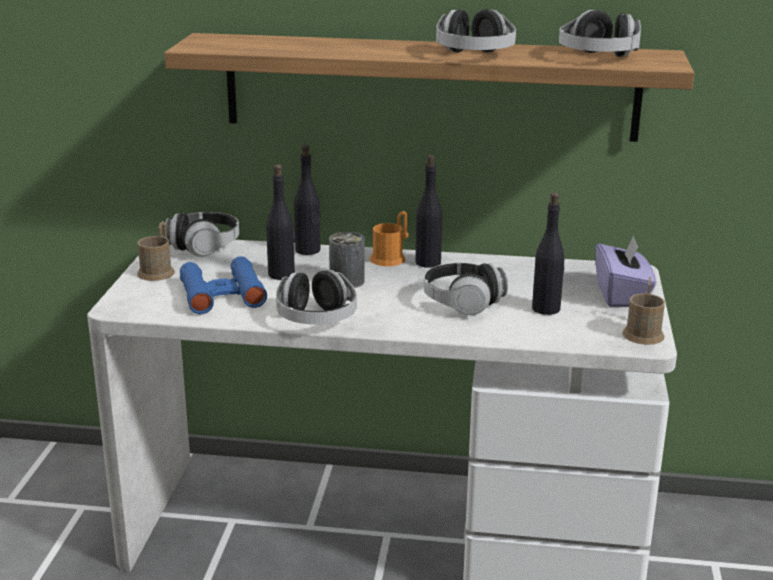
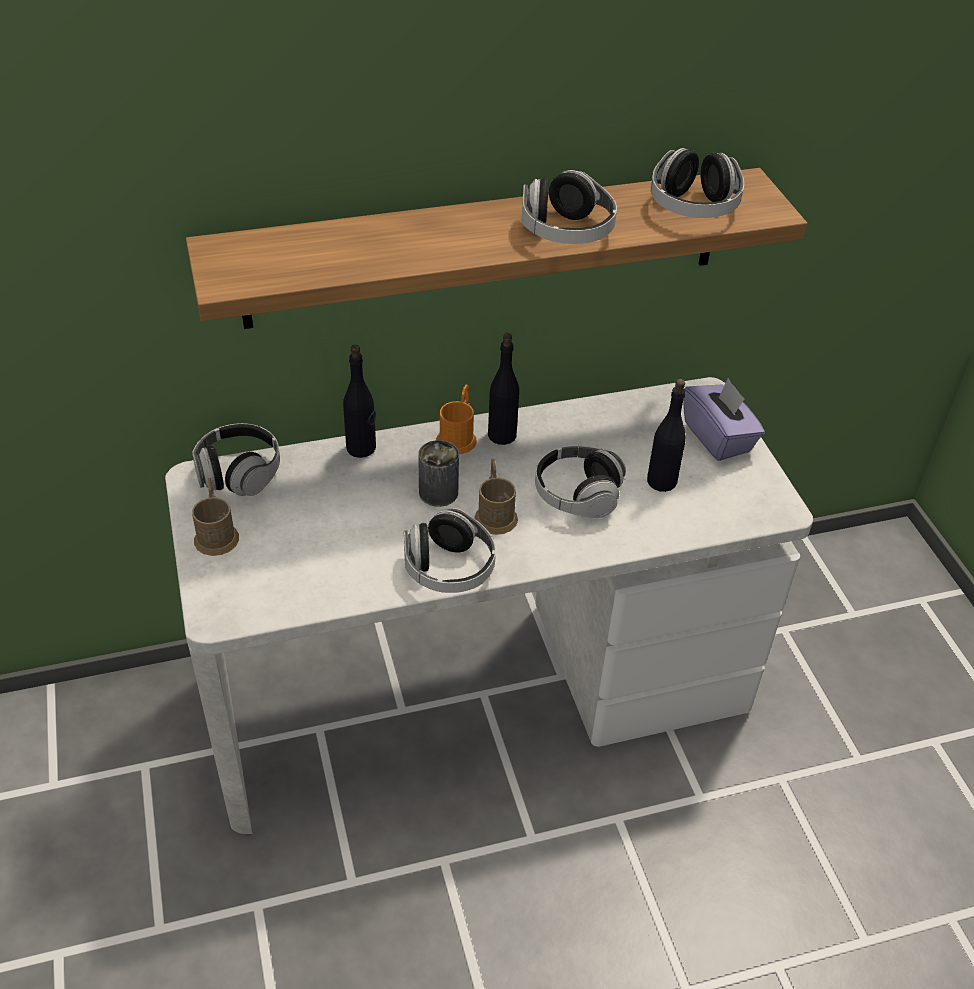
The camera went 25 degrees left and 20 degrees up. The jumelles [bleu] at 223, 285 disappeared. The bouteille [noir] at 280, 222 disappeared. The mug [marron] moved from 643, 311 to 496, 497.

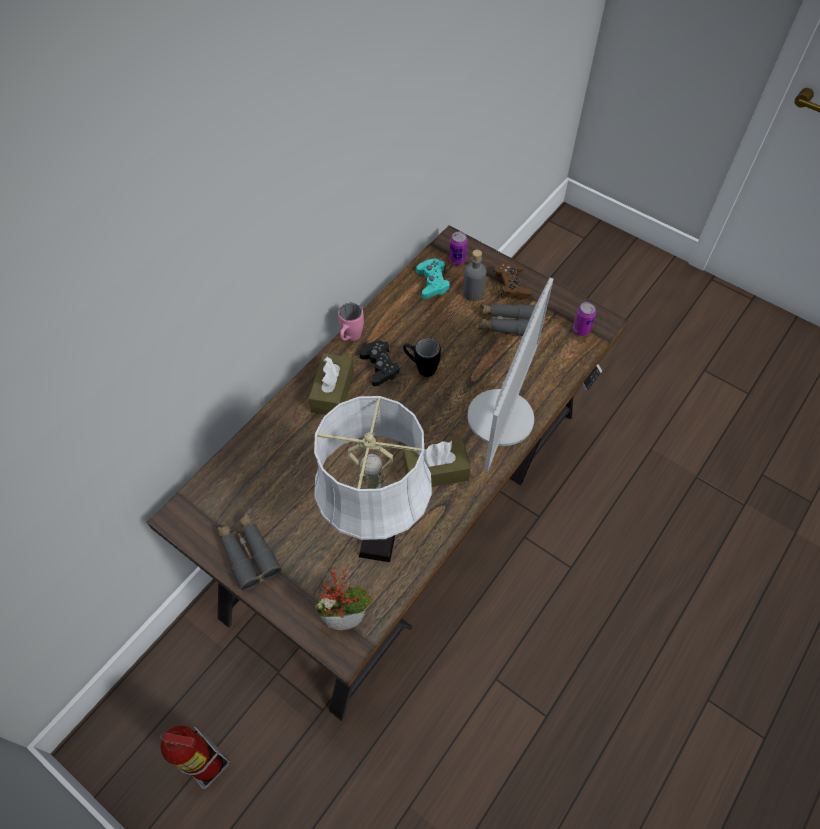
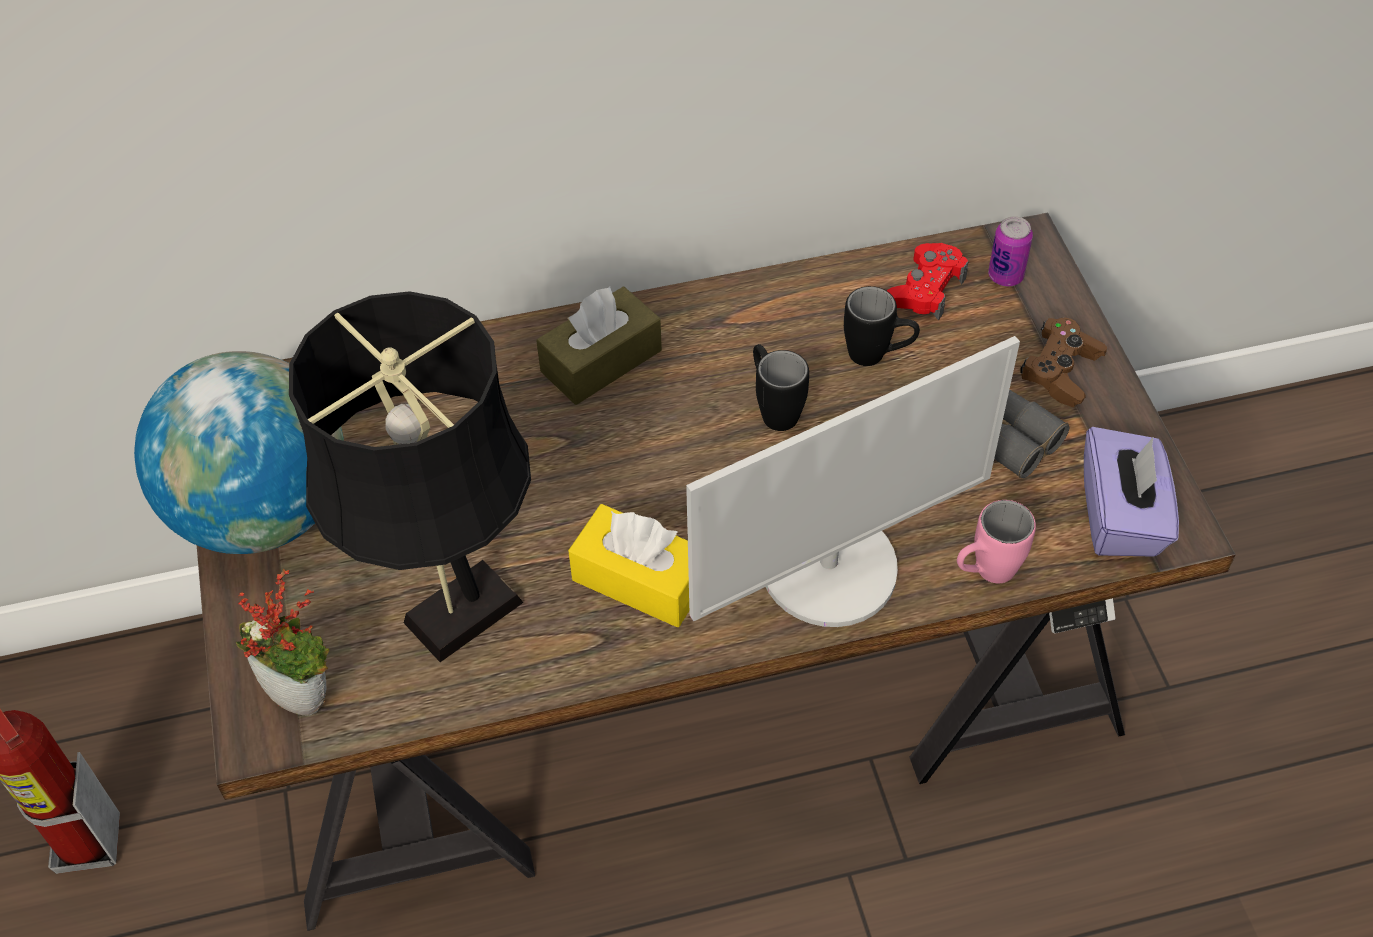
The camera went 40 degrees right and 5 degrees down. The manette [noir] at 380, 363 disappeared. The bouteille [gris] at 475, 275 disappeared. The mug [noir] at 882, 326 appeared. The mug [rose] moved from 351, 322 to 996, 541. The jumelles [gris] at 249, 552 was replaced by the globe at 239, 452. The boîte métallique at 584, 319 was replaced by the boîte à mouchoirs [violet] at 1131, 492. The lampe de table [blanc] at 373, 479 became the lampe de table [noir] at 410, 476. The boîte à mouchoirs [marron] at 437, 463 became the boîte à mouchoirs [jaune] at 628, 565. The manette [turquoise] at 433, 279 became the manette [rouge] at 927, 282.

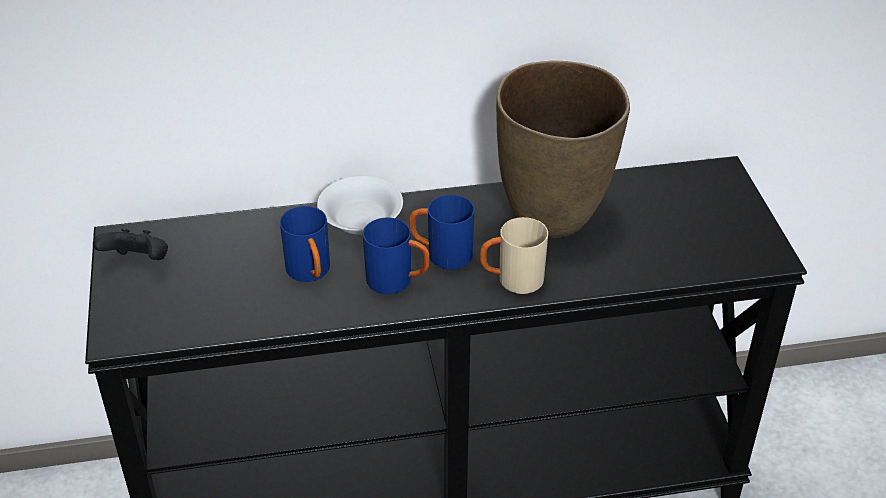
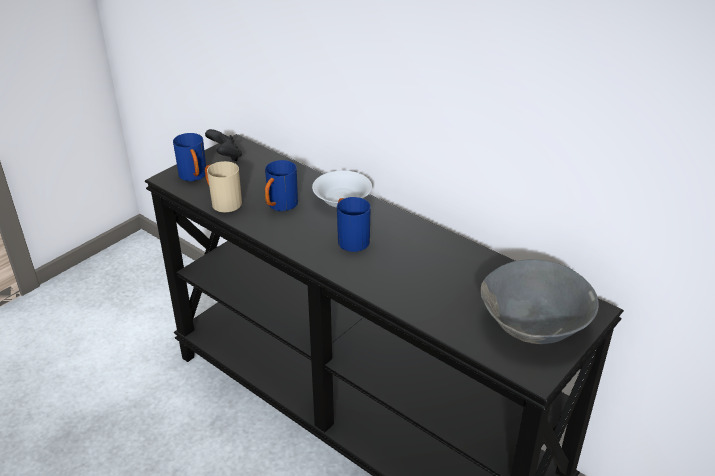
The camera went 50 degrees right and 5 degrees down. The vase [marron] at 563, 149 disappeared. The bol [gris] at 539, 301 appeared. The mug [bleu] moved from 396, 255 to 189, 157. The mug [beige] moved from 514, 255 to 223, 186.

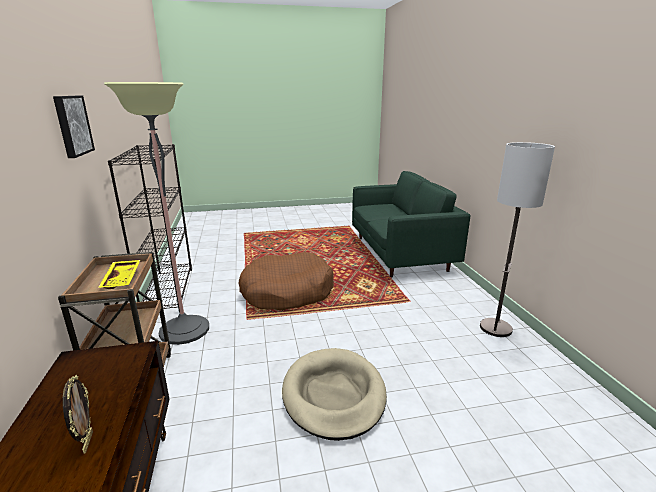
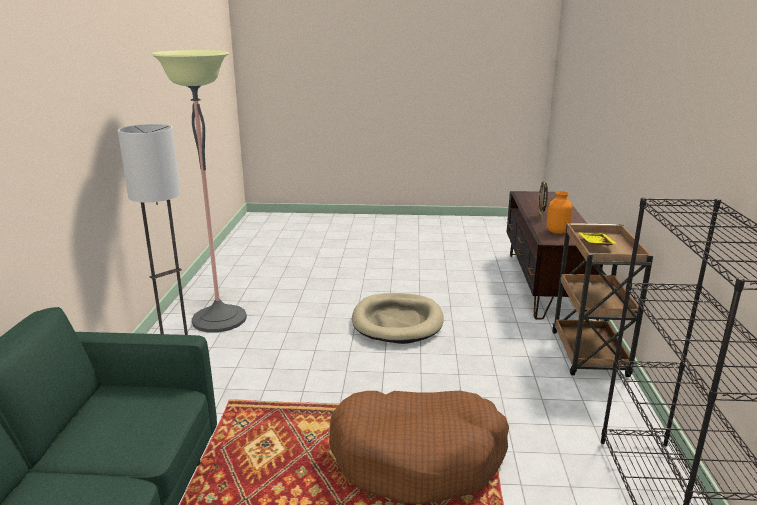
The camera went 165 degrees left and 0 degrees up. The tableau at 74, 127 disappeared. The vase [orange] at 560, 212 appeared. The lampadaire moved from 156, 213 to 199, 191.

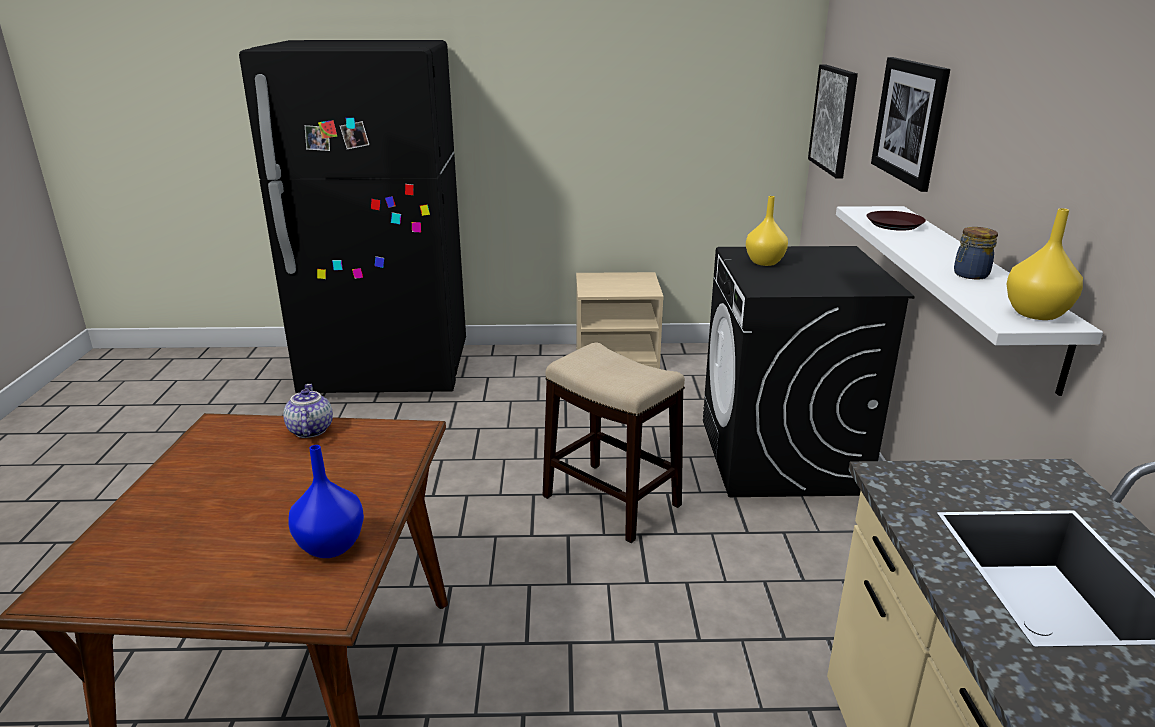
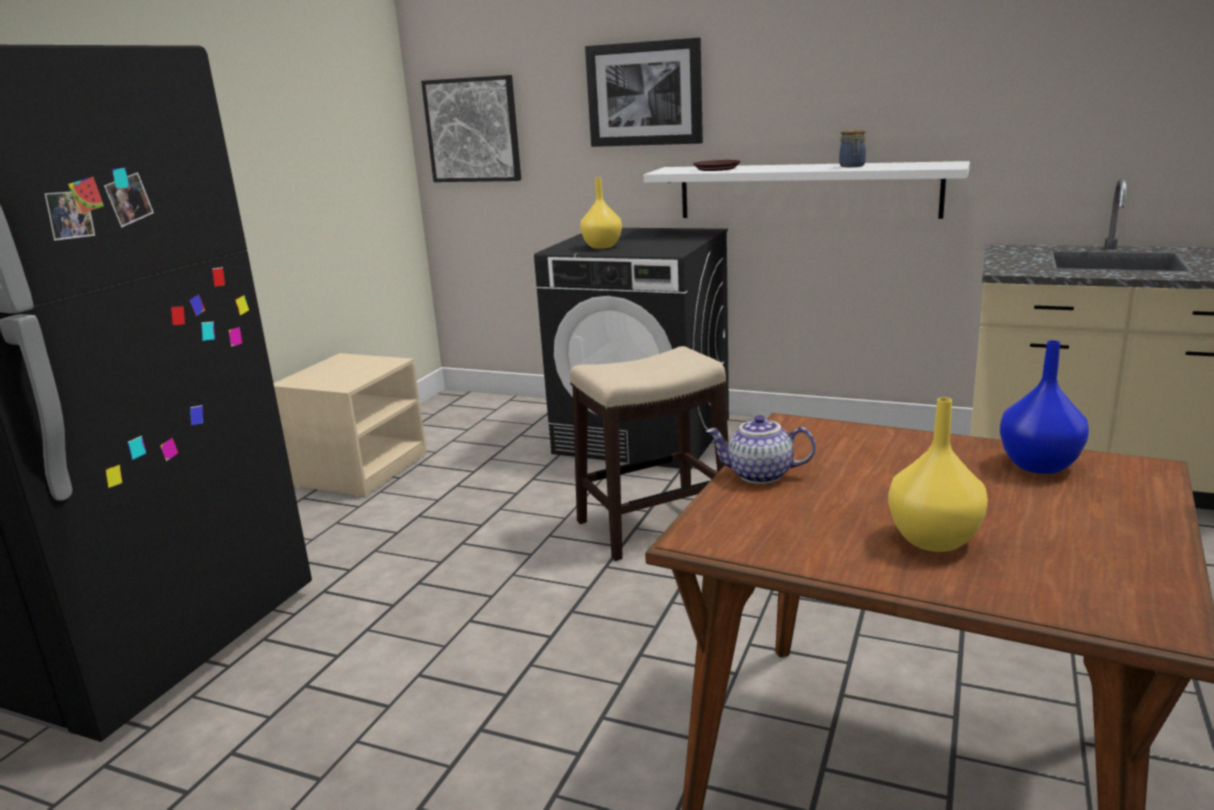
The camera went 65 degrees left and 5 degrees down. The vase [jaune] moved from 1045, 264 to 938, 474.

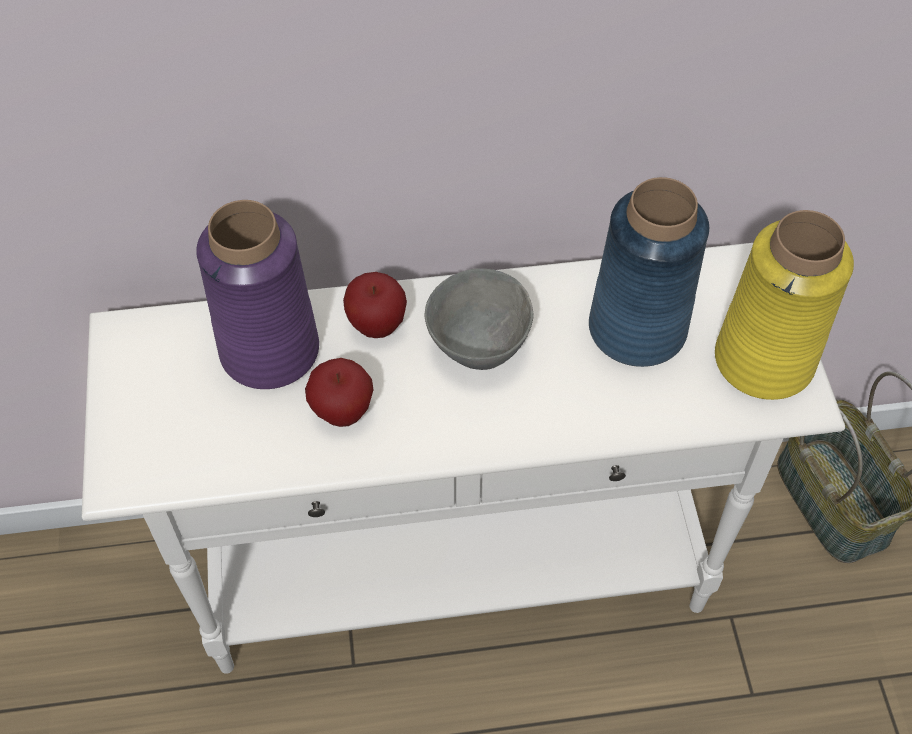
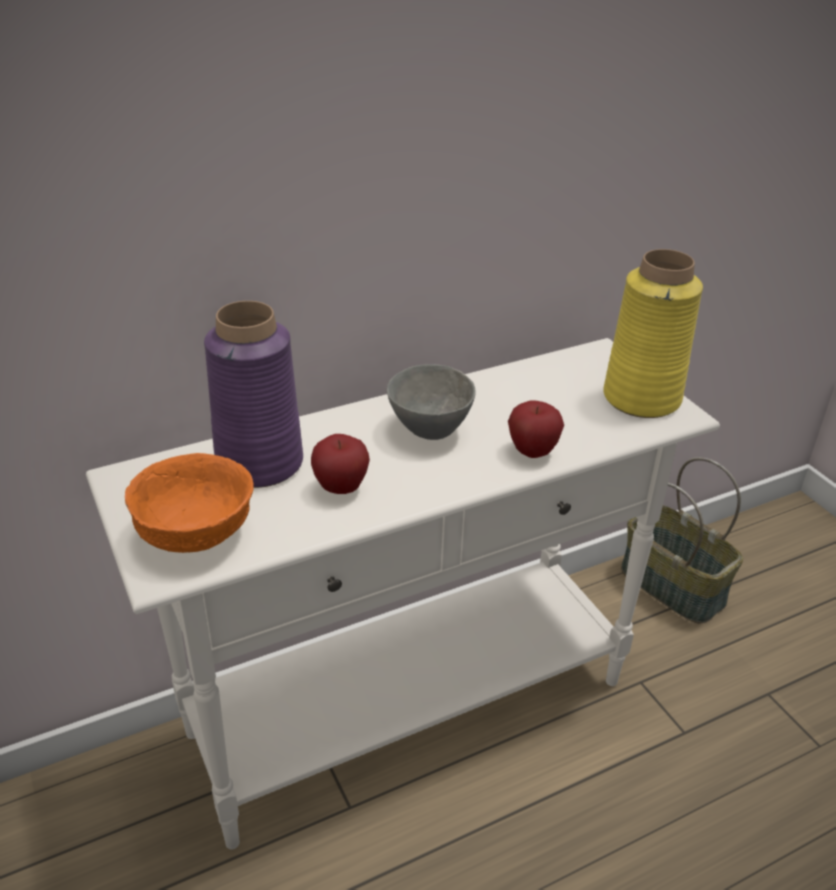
The camera went 20 degrees left and 20 degrees down. The vase [bleu] at 649, 272 disappeared. The bol [orange] at 189, 503 appeared. The pomme moved from 375, 305 to 536, 429.

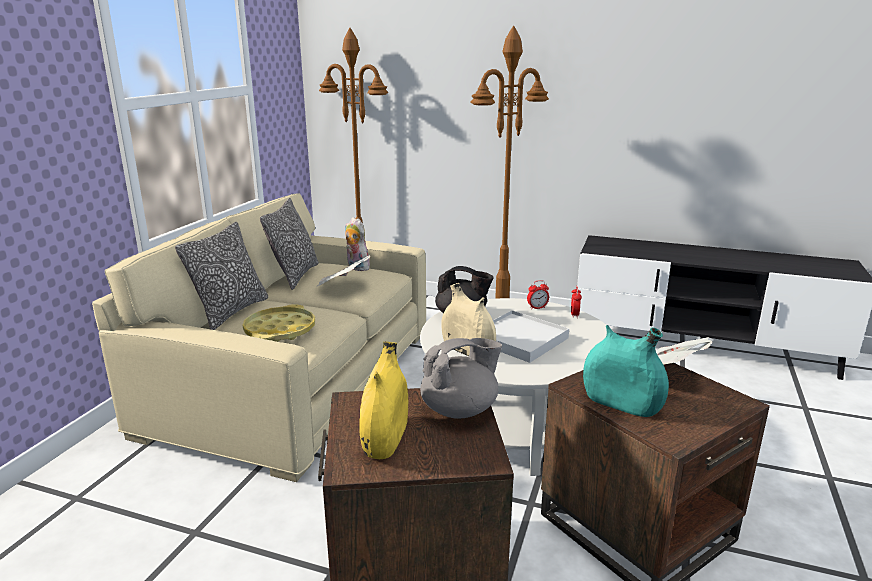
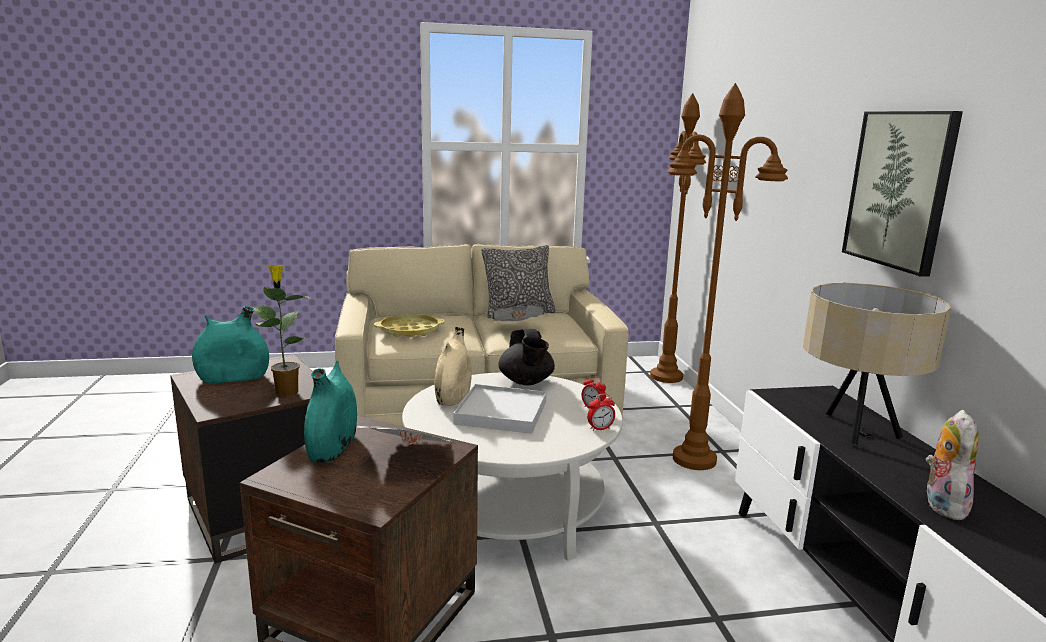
The camera went 60 degrees right and 5 degrees down. The coussin at 221, 276 disappeared. The lampe de table [beige] at 877, 364 appeared. The tableau at 902, 194 appeared. The peluche moved from 357, 244 to 952, 465. The théière [gris] at 461, 378 was replaced by the plante en pot at 282, 331. The vase [jaune] at 383, 400 became the vase [turquoise] at 230, 344.

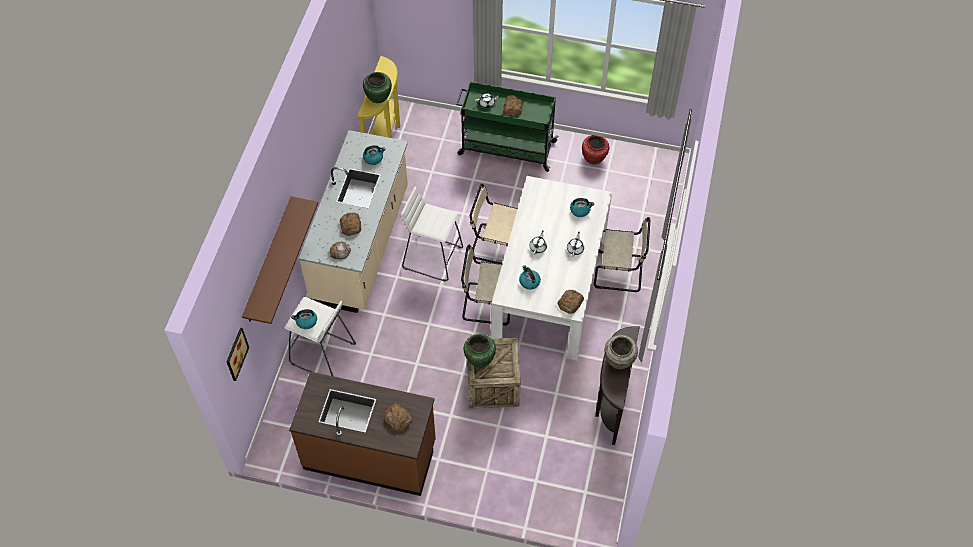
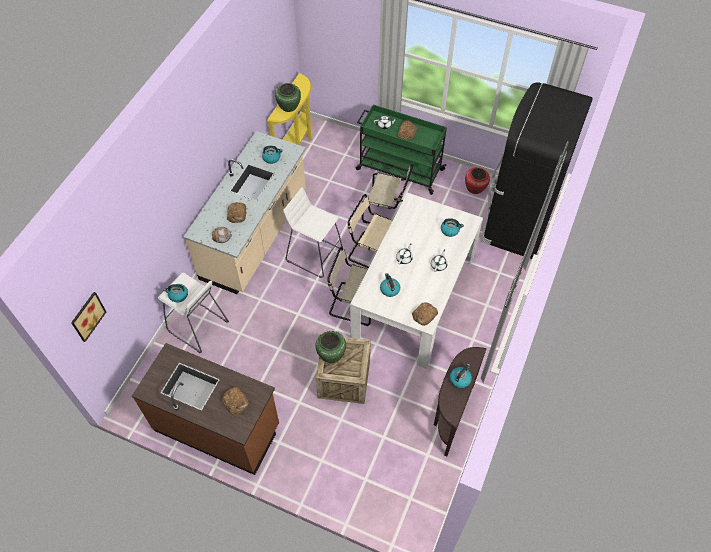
The camera went 10 degrees right and 0 degrees up. The étagère [marron] at 280, 260 disappeared. The réfrigérateur [noir] at 537, 170 appeared. The chaise [beige] moved from 622, 254 to 387, 194. The vase [beige] at 621, 352 was replaced by the bouilloire at 461, 376.

